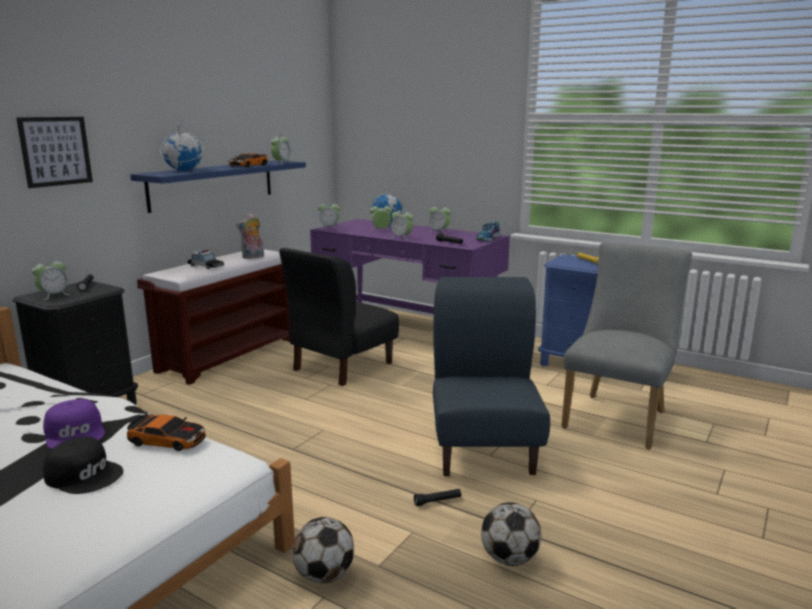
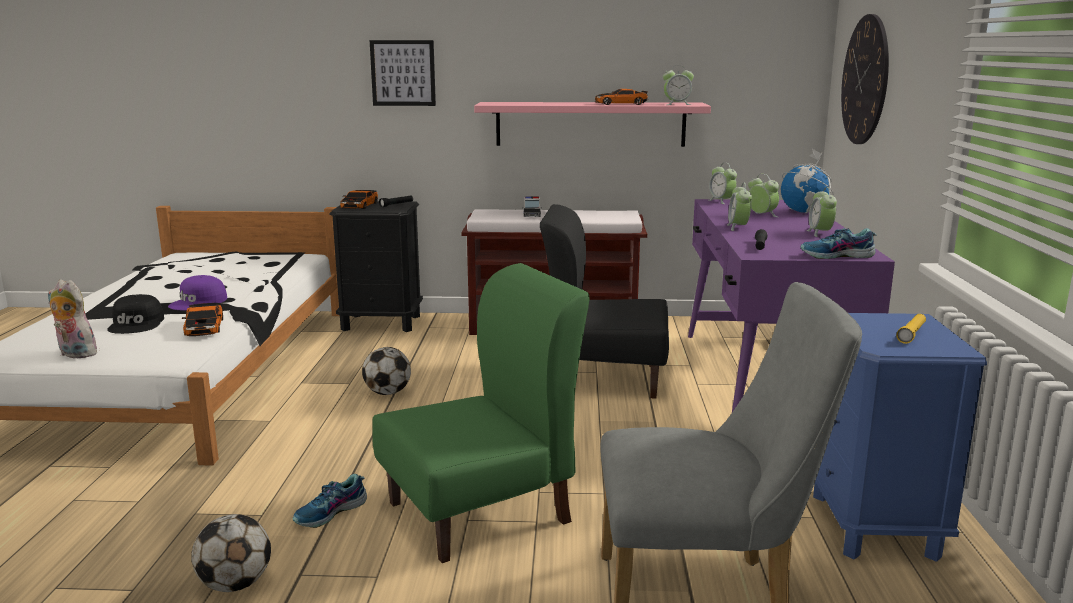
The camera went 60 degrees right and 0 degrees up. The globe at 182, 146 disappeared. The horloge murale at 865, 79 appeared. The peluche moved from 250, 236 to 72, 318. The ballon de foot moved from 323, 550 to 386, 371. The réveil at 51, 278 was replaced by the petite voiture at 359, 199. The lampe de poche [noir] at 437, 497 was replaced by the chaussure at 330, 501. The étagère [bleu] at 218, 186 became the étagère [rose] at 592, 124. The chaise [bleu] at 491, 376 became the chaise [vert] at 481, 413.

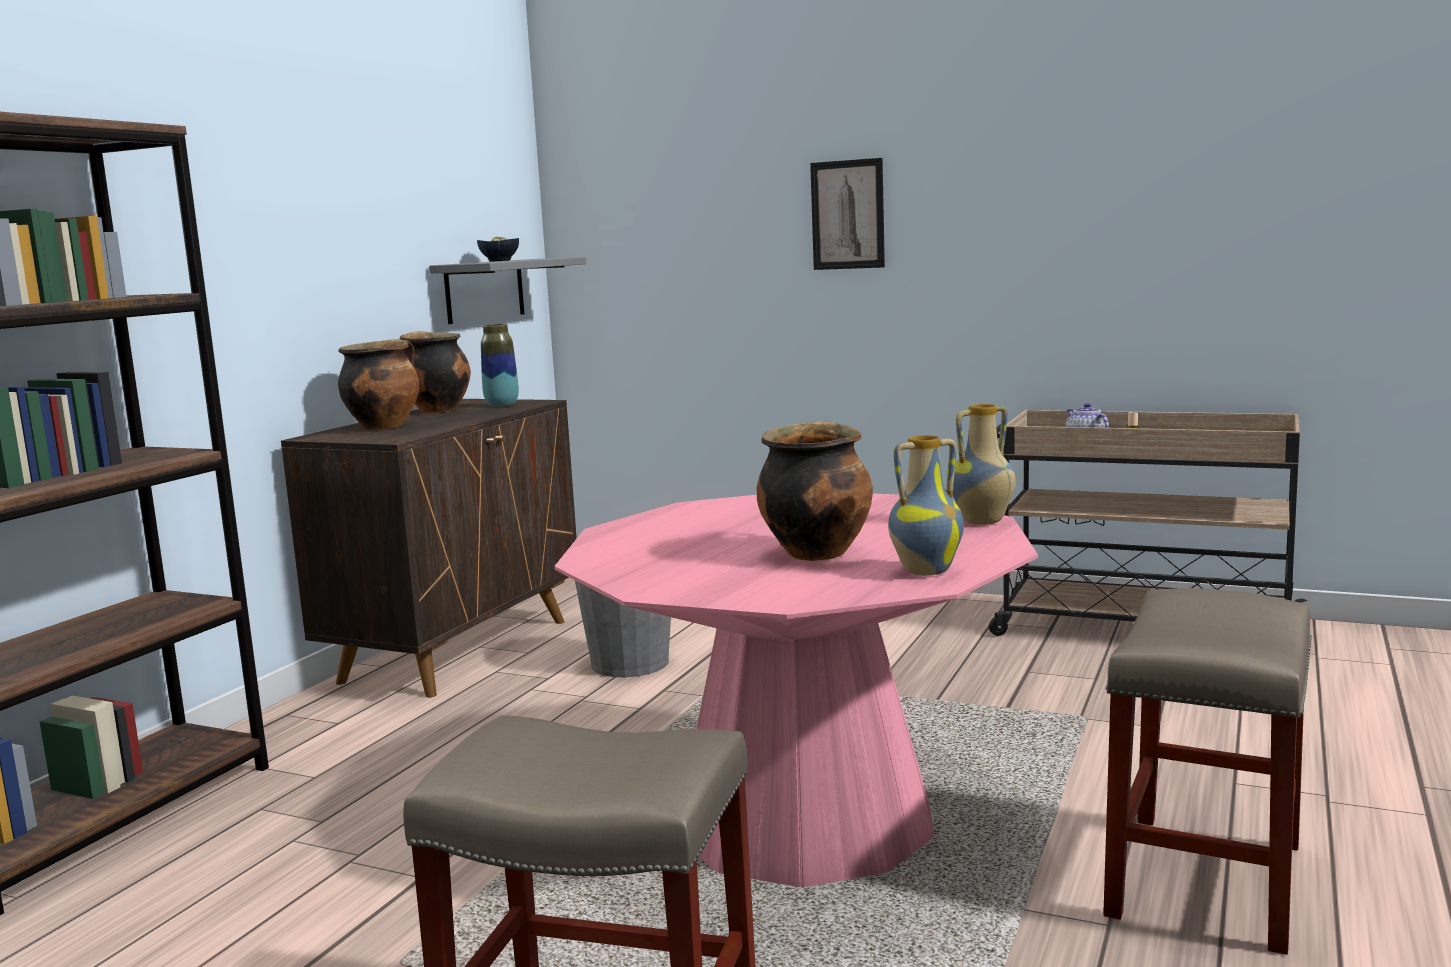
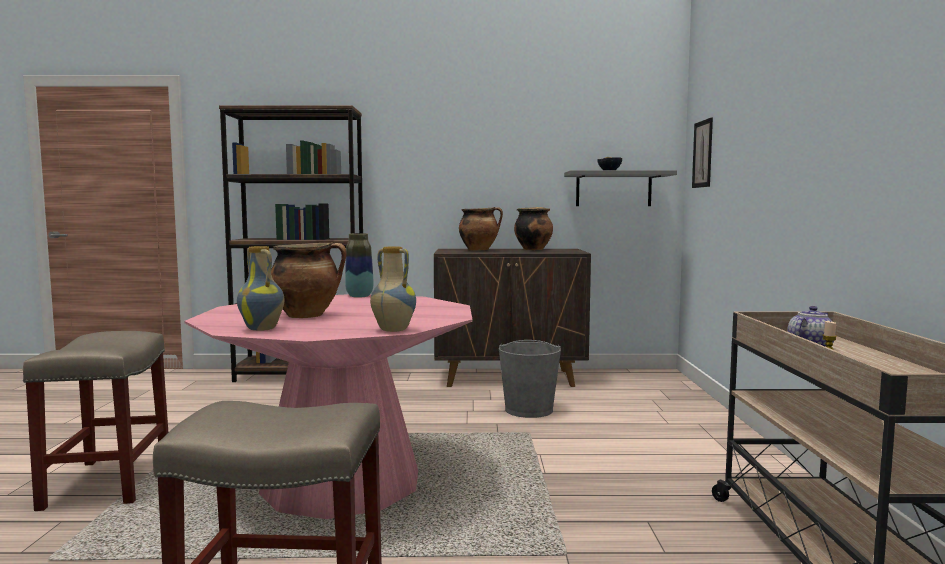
The camera went 65 degrees right and 5 degrees down. The vase moved from 500, 365 to 359, 265. The tableau moved from 847, 214 to 702, 153.

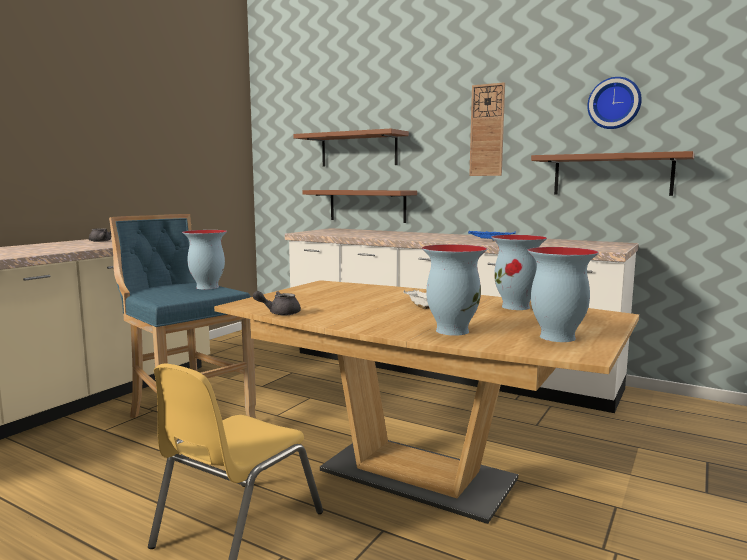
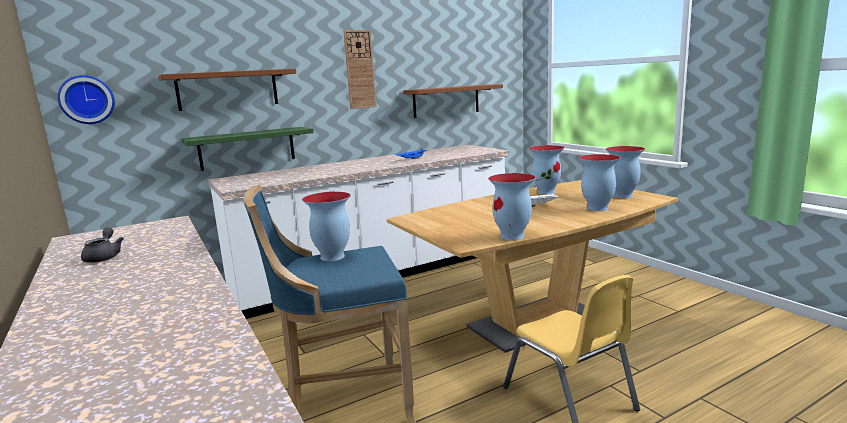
The camera went 60 degrees left and 5 degrees up. The horloge murale moved from 614, 103 to 86, 99. The théière [gris] at 277, 303 was replaced by the vase at 512, 206. The étagère [marron] at 359, 206 became the étagère [vert] at 247, 149.

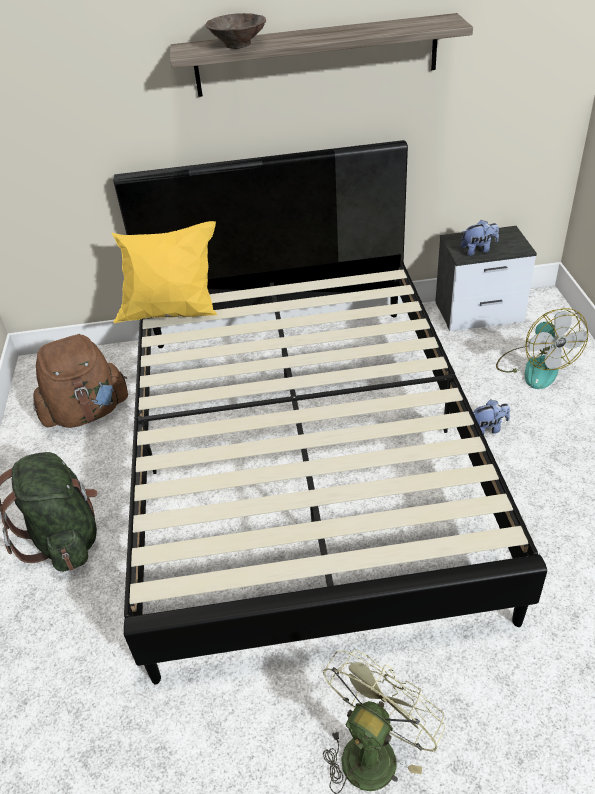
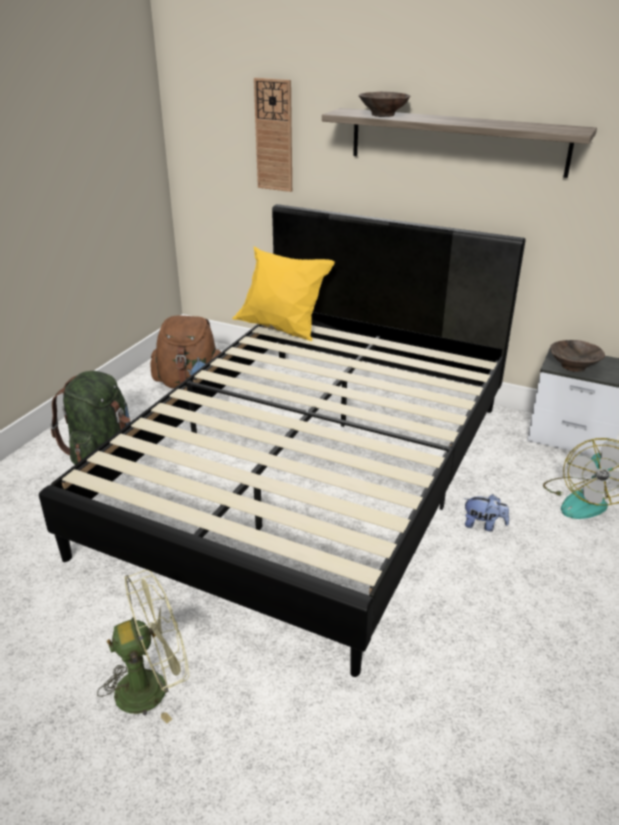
The camera went 30 degrees right and 10 degrees down. The horloge murale at 273, 135 appeared. The peluche at 480, 238 was replaced by the bol [marron] at 577, 356.

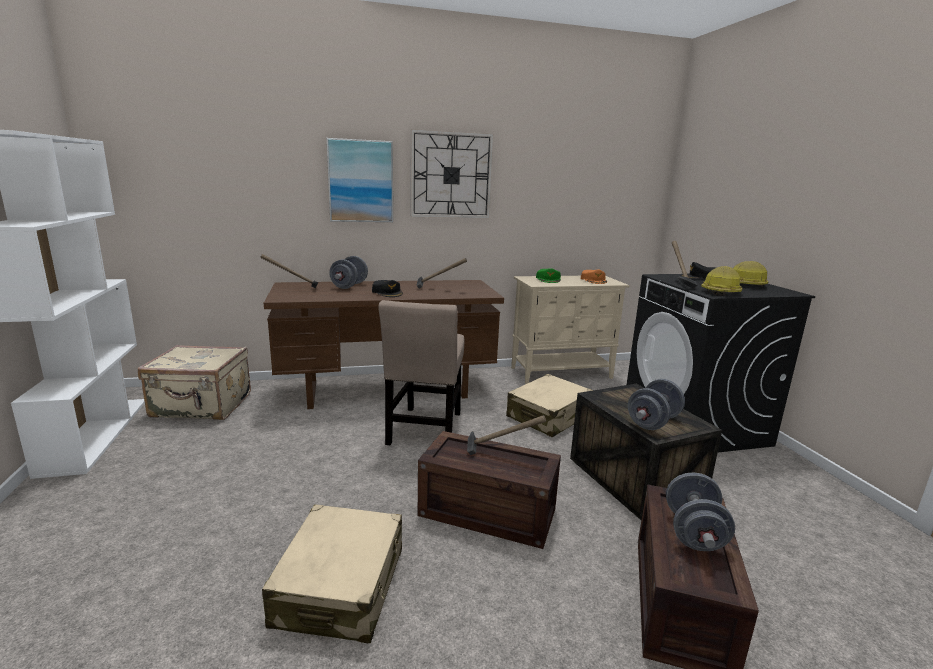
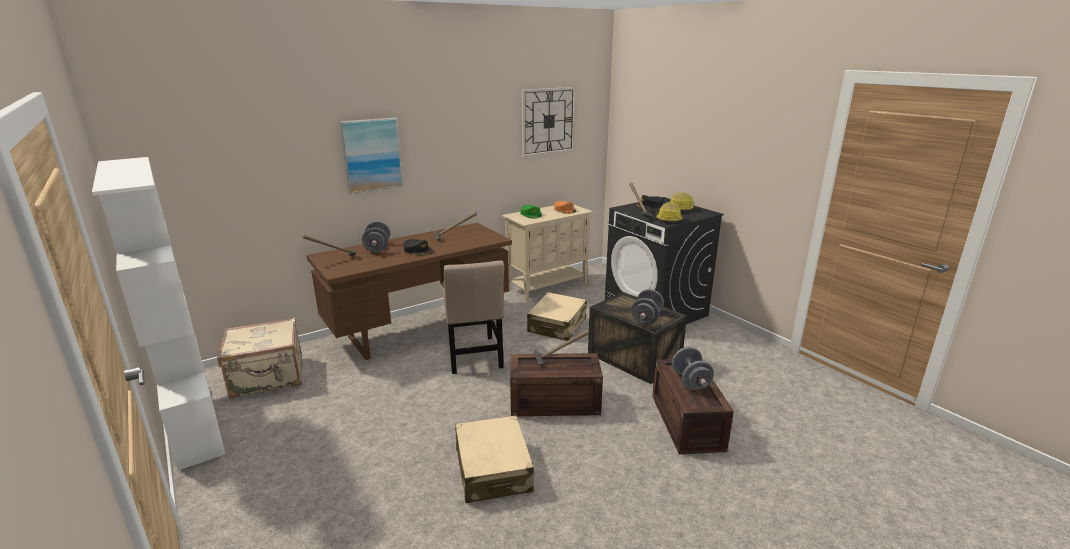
The camera went 20 degrees left and 5 degrees up. The horloge murale moved from 452, 173 to 549, 122.

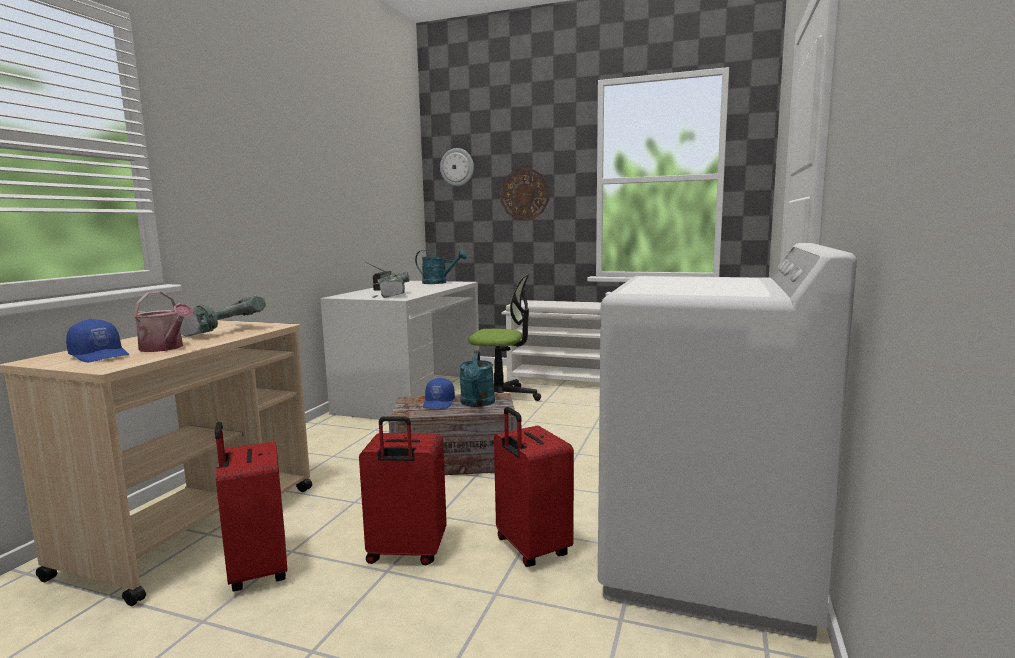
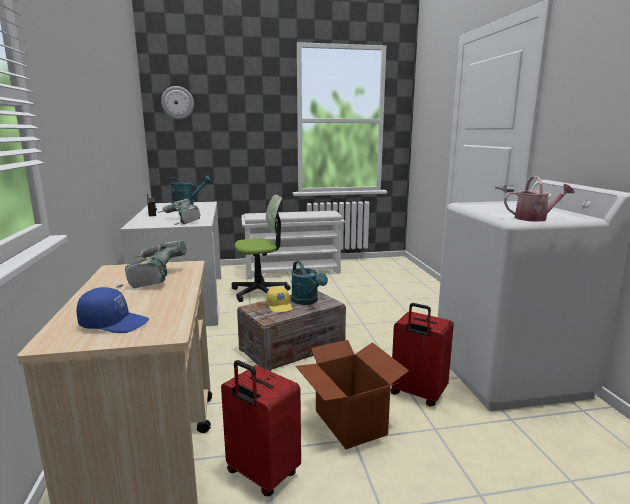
The camera went 30 degrees left and 5 degrees up. The horloge murale at 524, 194 disappeared. The arrosoir moved from 163, 321 to 539, 199. The valise [rouge] at 403, 490 was replaced by the carton at 352, 394. The casquette [bleu] at 439, 393 became the casquette [jaune] at 279, 299.

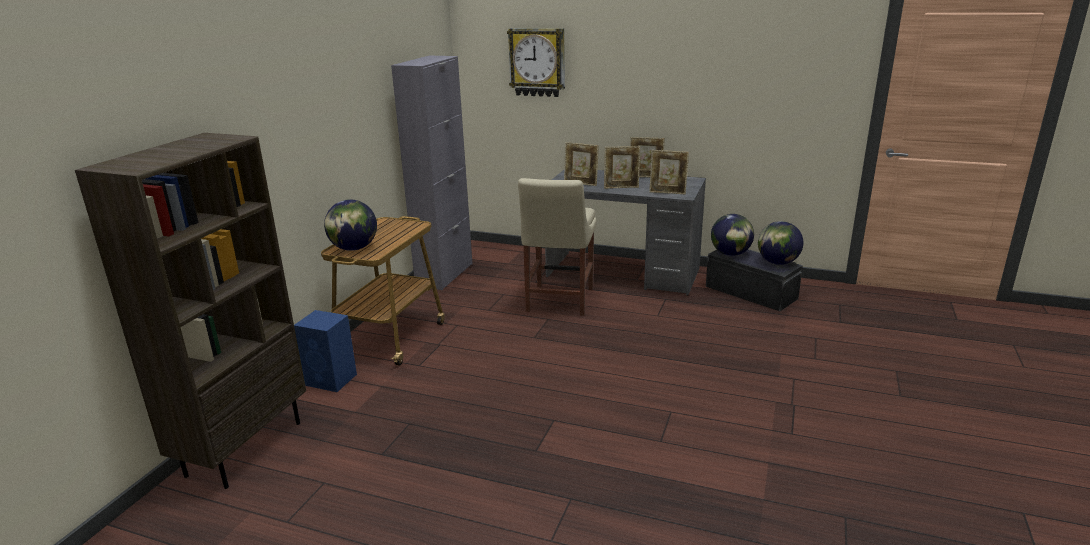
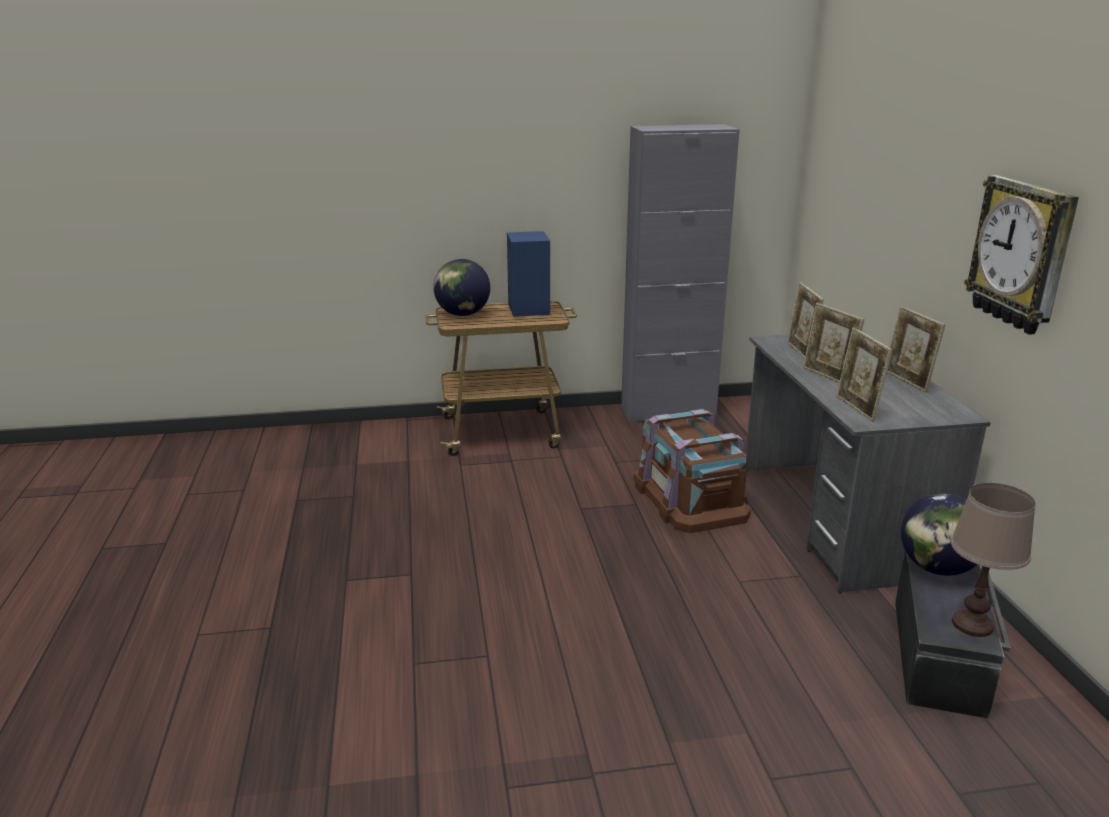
The camera went 60 degrees right and 0 degrees up. The bibliothèque [marron] at 190, 311 disappeared. The enceinte [bleu] moved from 325, 351 to 528, 274. The horloge murale moved from 536, 62 to 1021, 254. The chaise [beige] at 557, 247 was replaced by the boîte de rangement [marron] at 692, 471. The globe at 780, 243 was replaced by the lampe de table [marron] at 993, 560.

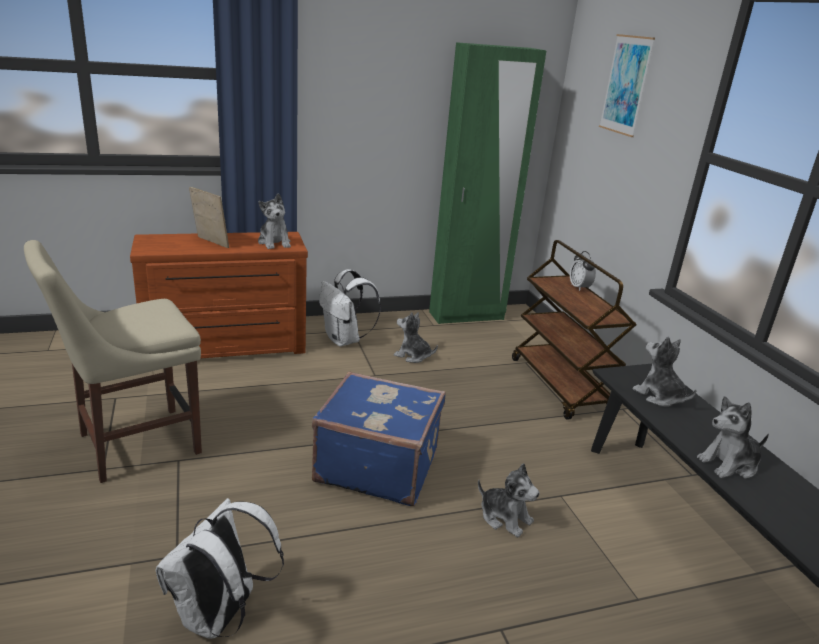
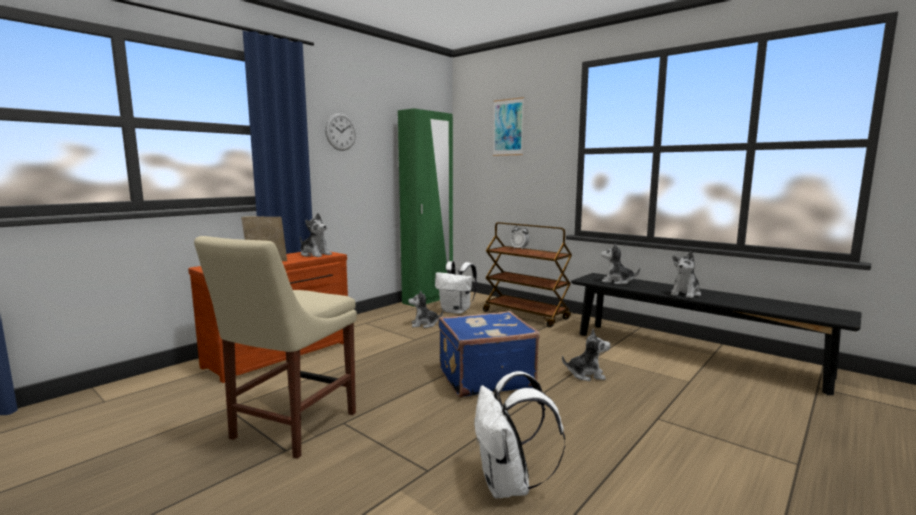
The camera went 30 degrees left and 15 degrees down. The horloge murale at 340, 132 appeared. The sac à dos [blanc] moved from 350, 307 to 456, 287.

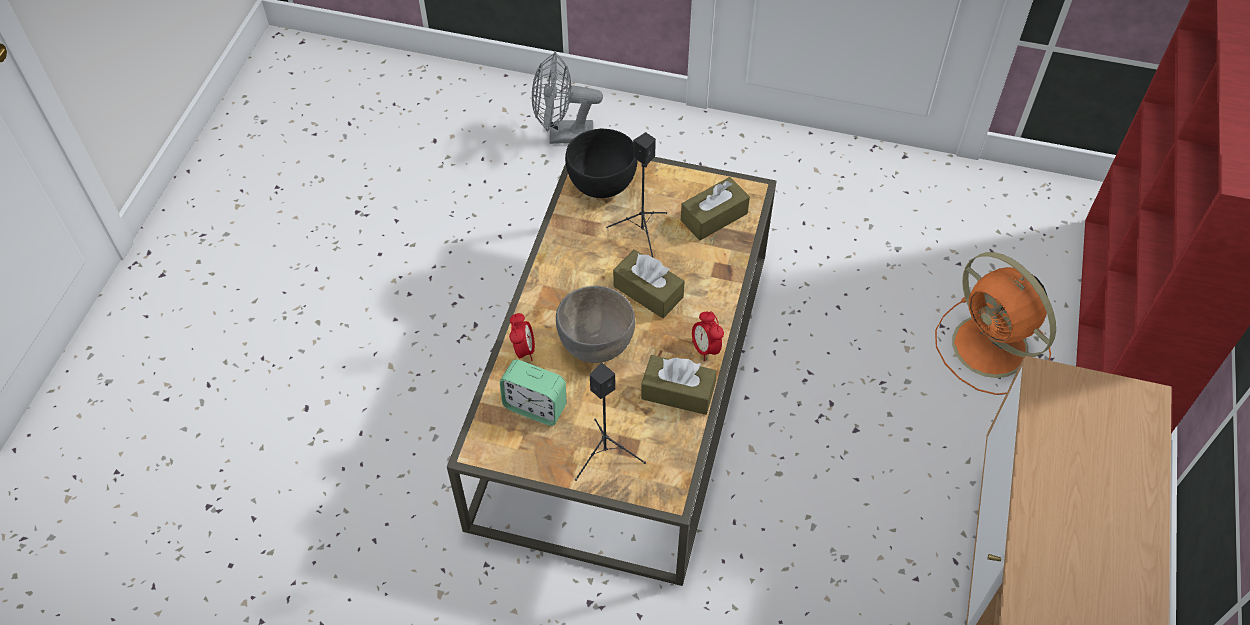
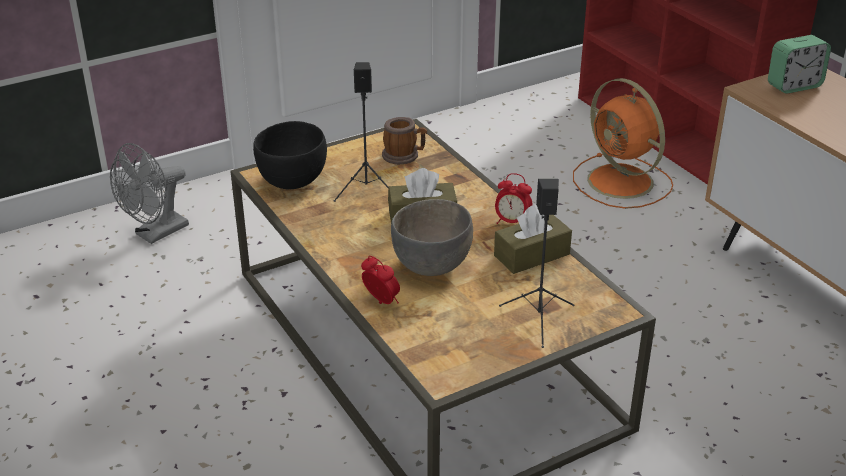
The camera went 45 degrees left and 20 degrees down. The réveil moved from 533, 392 to 799, 64. The boîte à mouchoirs [marron] at 715, 209 was replaced by the mug at 404, 141. The ventilateur [orange] at 995, 323 turned 45 degrees clockwise.

